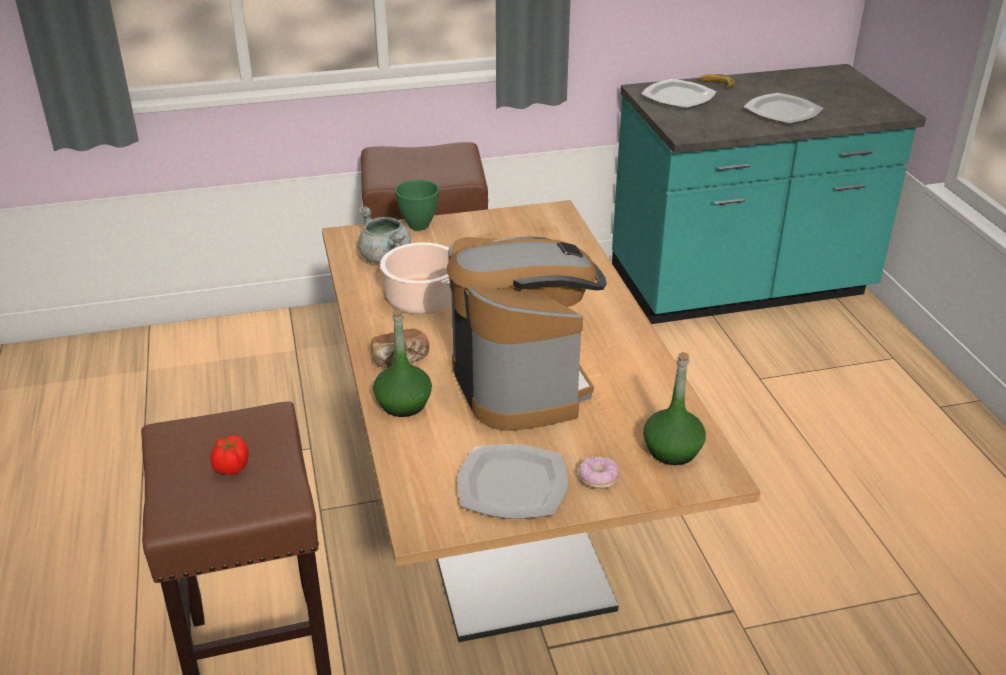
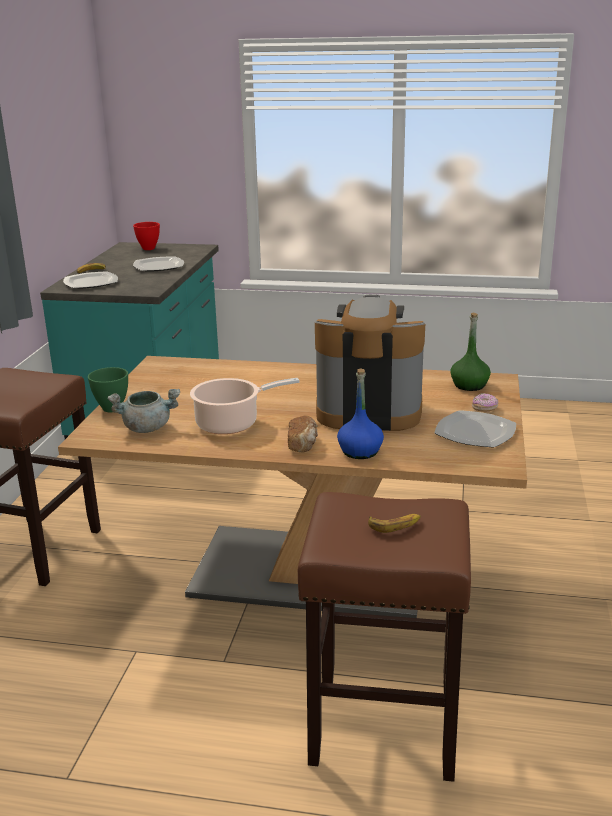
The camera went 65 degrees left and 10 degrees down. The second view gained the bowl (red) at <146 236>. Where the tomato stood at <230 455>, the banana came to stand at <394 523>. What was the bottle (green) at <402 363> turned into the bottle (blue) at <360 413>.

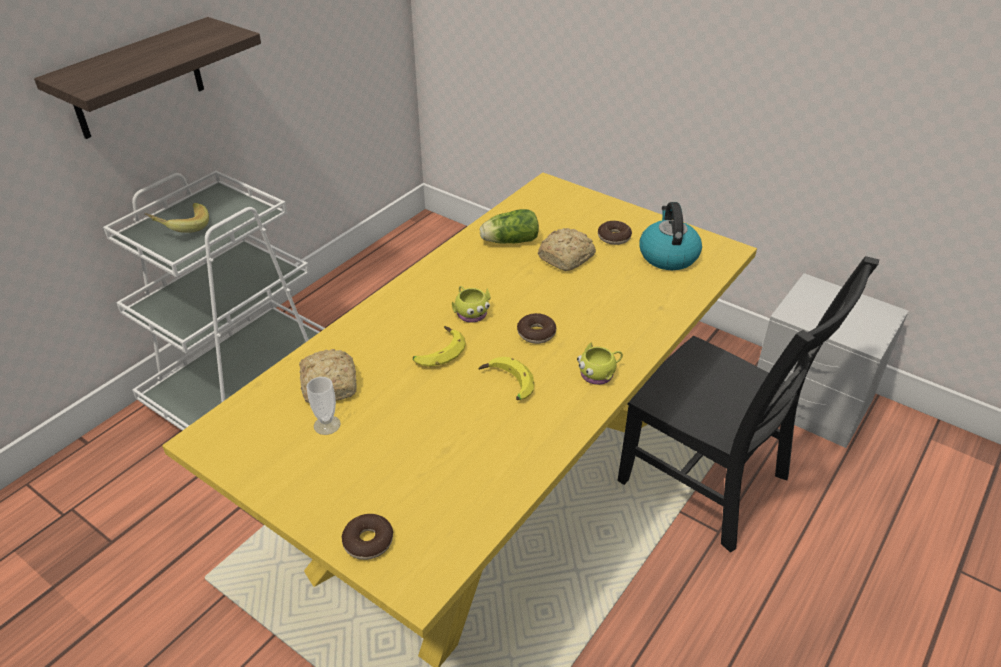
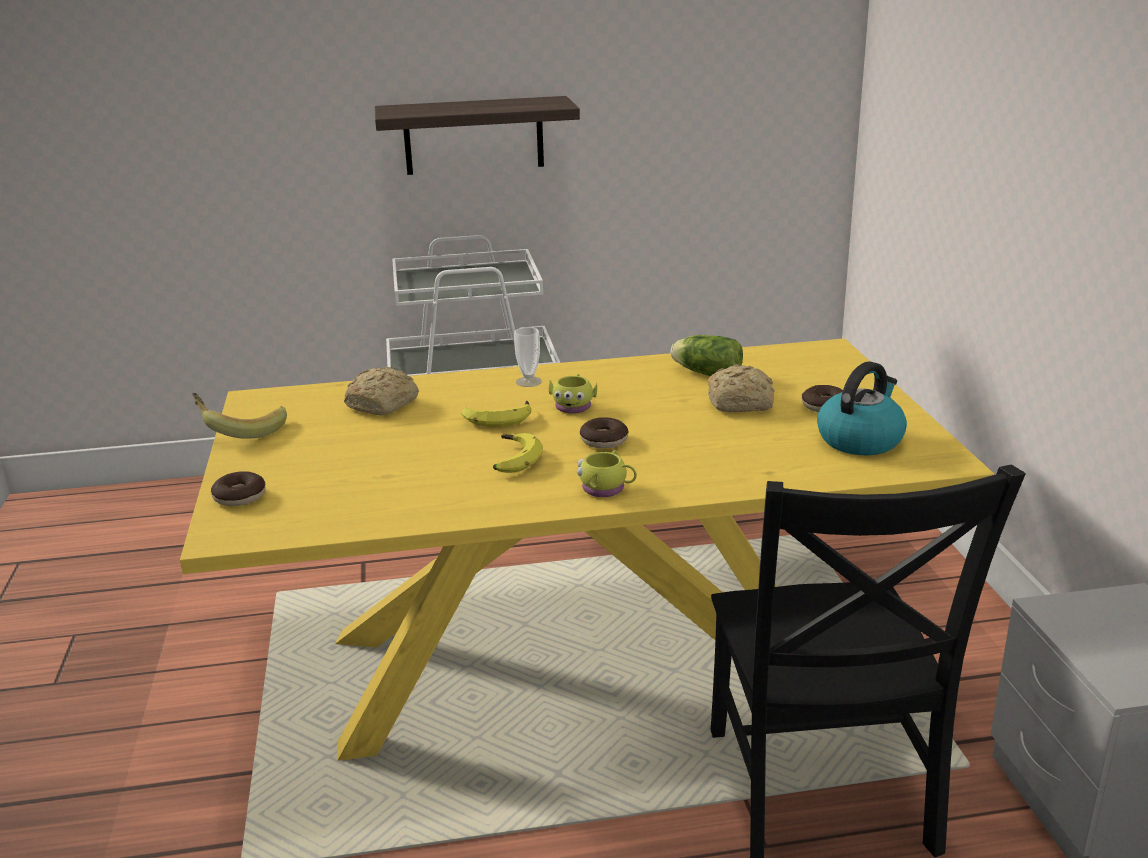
The camera went 45 degrees right and 15 degrees down. The banana ended up elsewhere, having gone from <176 218> to <239 416>. The cup ended up elsewhere, having gone from <323 406> to <528 357>.

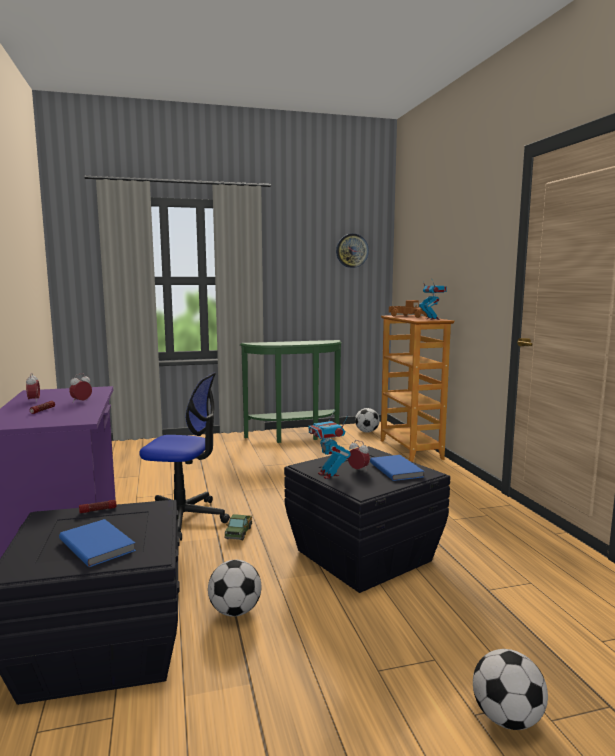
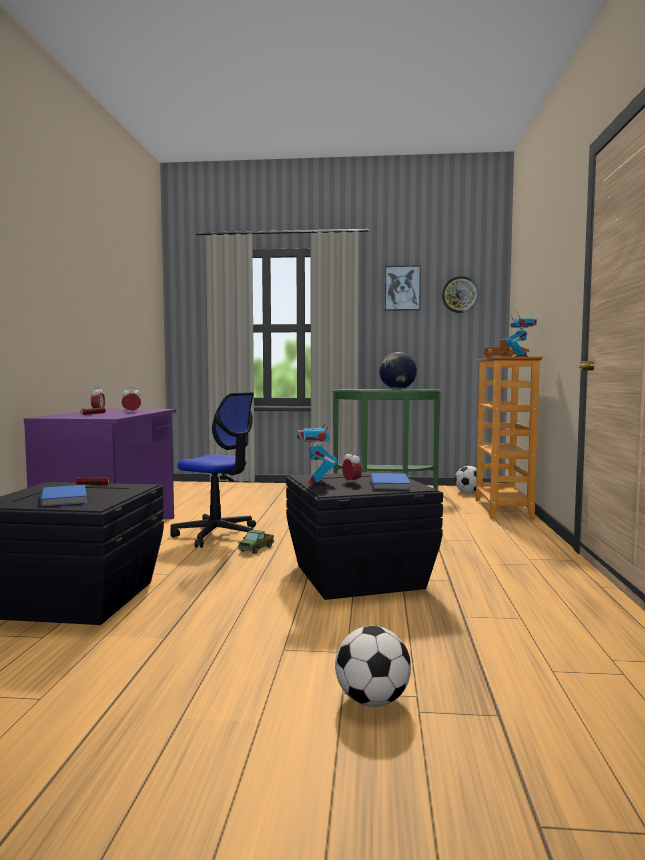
The camera went 20 degrees right and 5 degrees down. The second view lost the football at <234 588>. The second view gained the globe at <398 371>. The second view gained the picture at <403 288>.

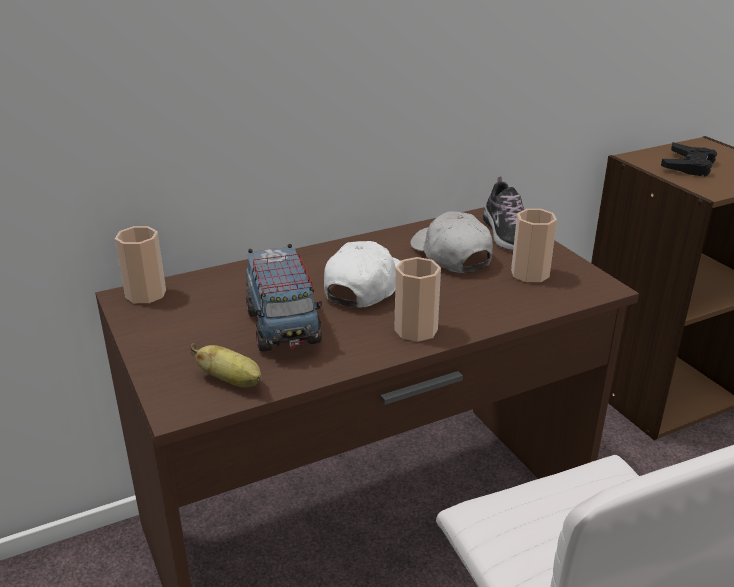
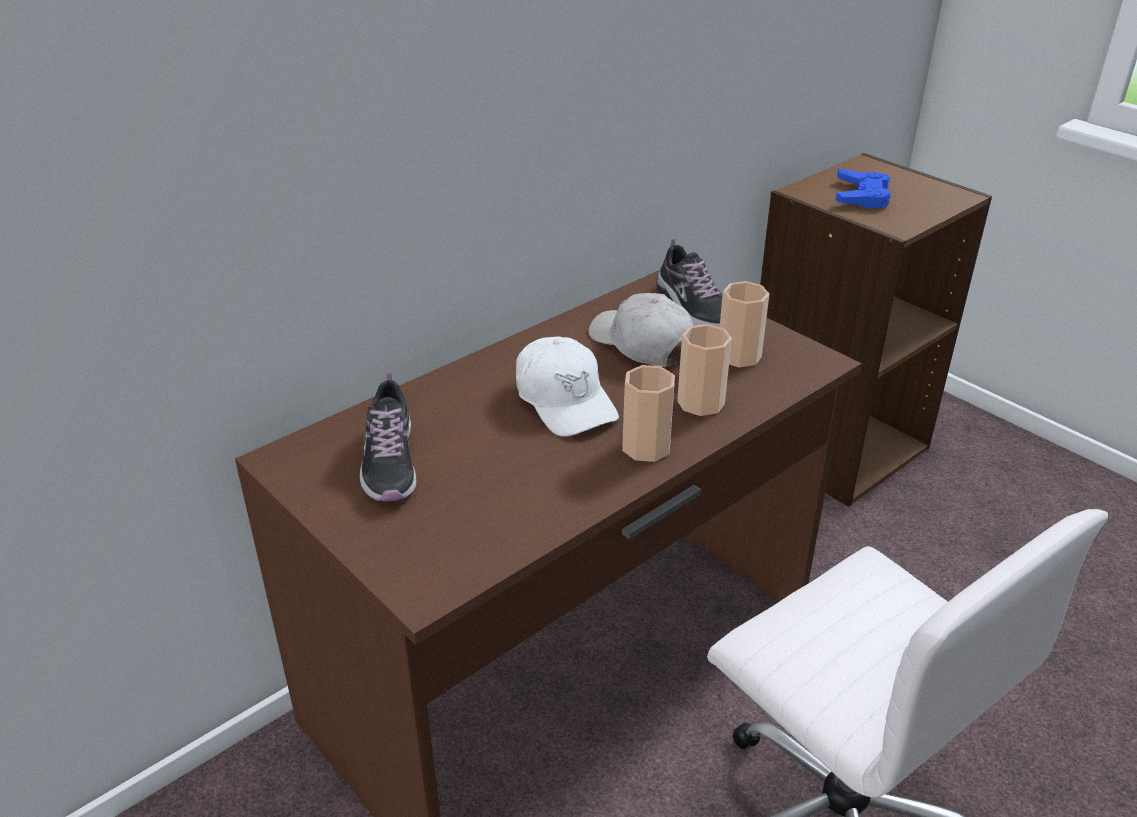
The camera went 15 degrees left and 5 degrees up. The second view lost the banana at <226 365>. The second view lost the toy truck at <284 298>. The second view gained the shoe at <388 437>. The cup ended up elsewhere, having gone from <140 265> to <704 370>. What was the game controller (black) at <689 159> turned into the game controller (blue) at <863 188>. The cap (white) at <362 274> ended up facing another way, 135 degrees clockwise from before.

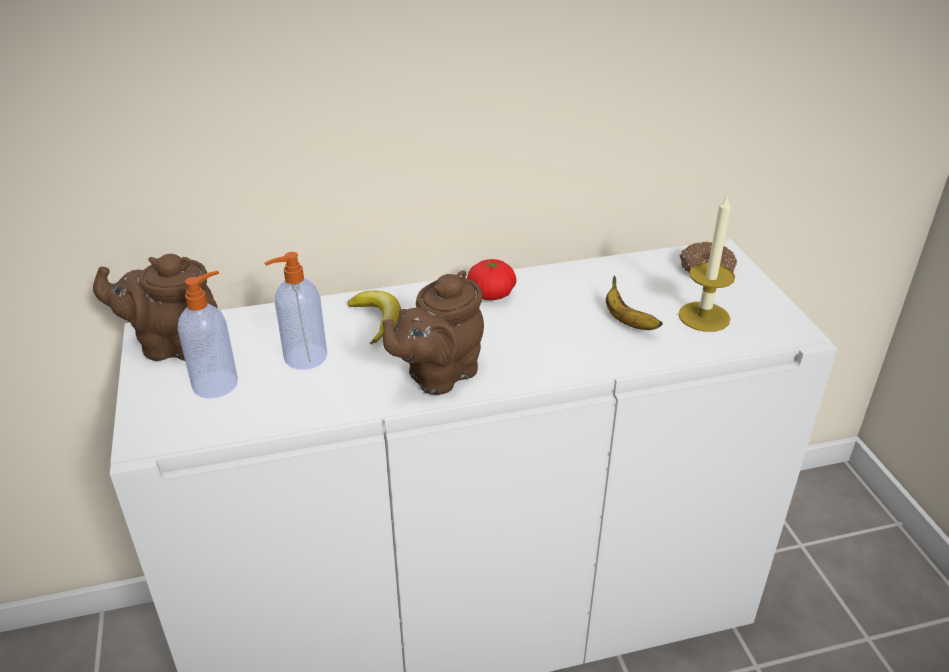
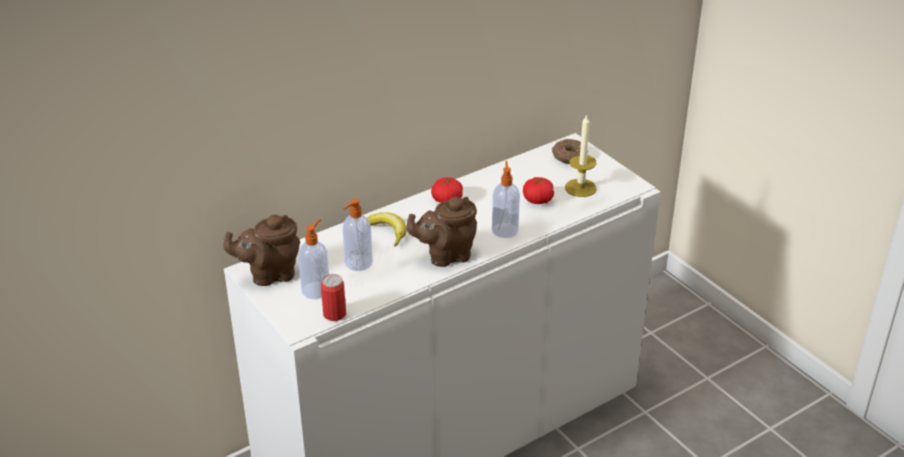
The camera went 20 degrees left and 0 degrees up. The second view gained the can at <333 297>. The second view gained the soap dispenser at <506 199>. Where the banana stood at <634 303>, the tomato came to stand at <538 190>. The teapot (brown) at <433 332> ended up facing another way, 45 degrees clockwise from before.

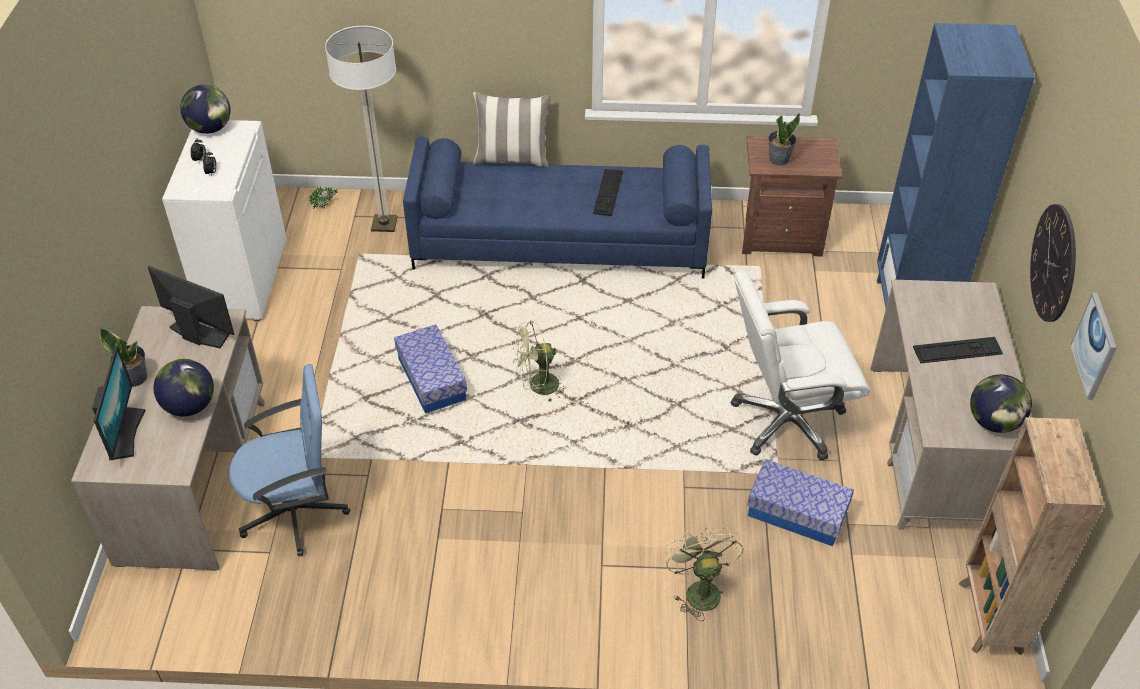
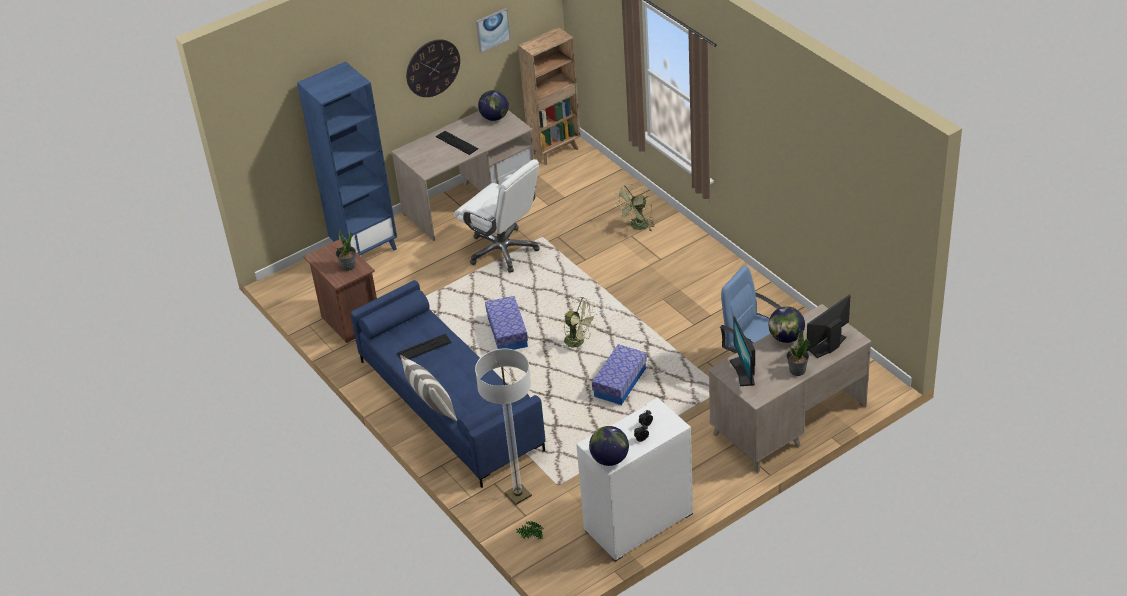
The camera went 125 degrees left and 5 degrees down. The storage box ended up elsewhere, having gone from <800 502> to <506 323>.

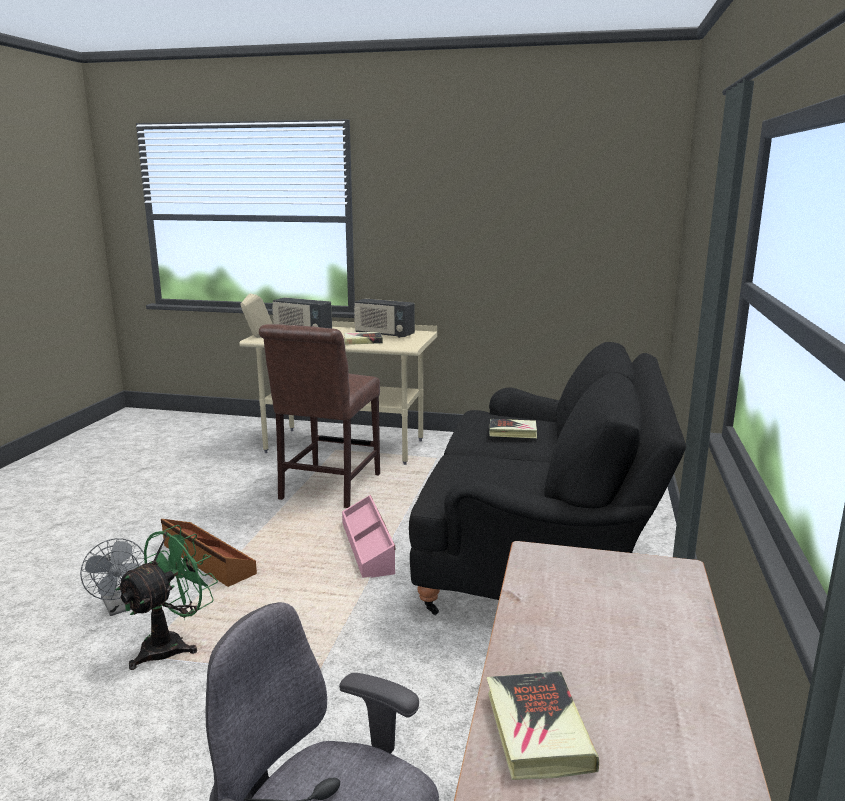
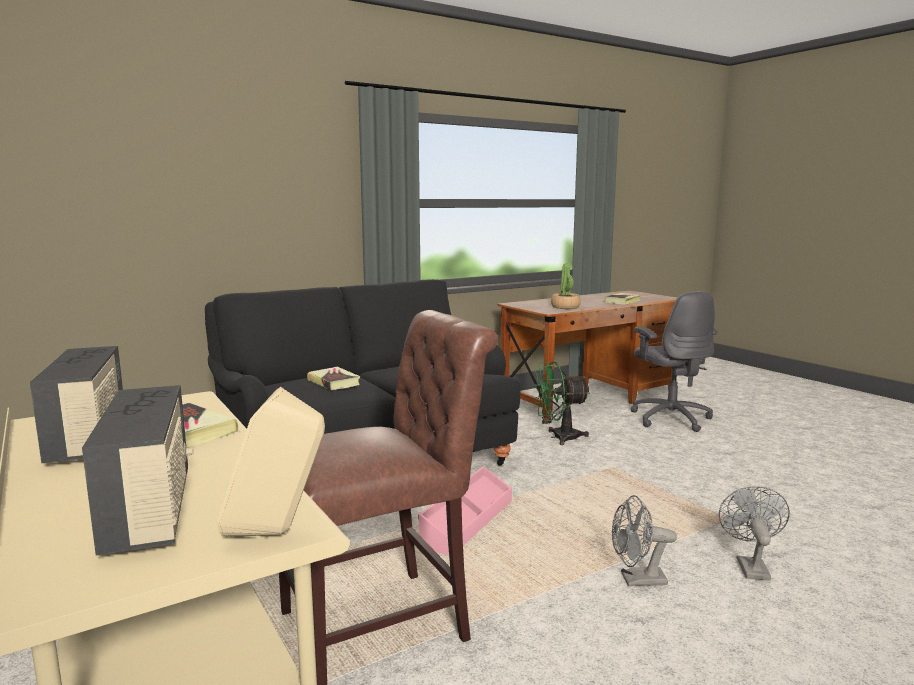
The camera went 135 degrees left and 5 degrees down. The second view gained the potted plant at <566 286>. The fan (green) ended up elsewhere, having gone from <167 597> to <562 403>. Where the storage box (brown) stood at <209 553>, the fan (grey) came to stand at <644 540>.

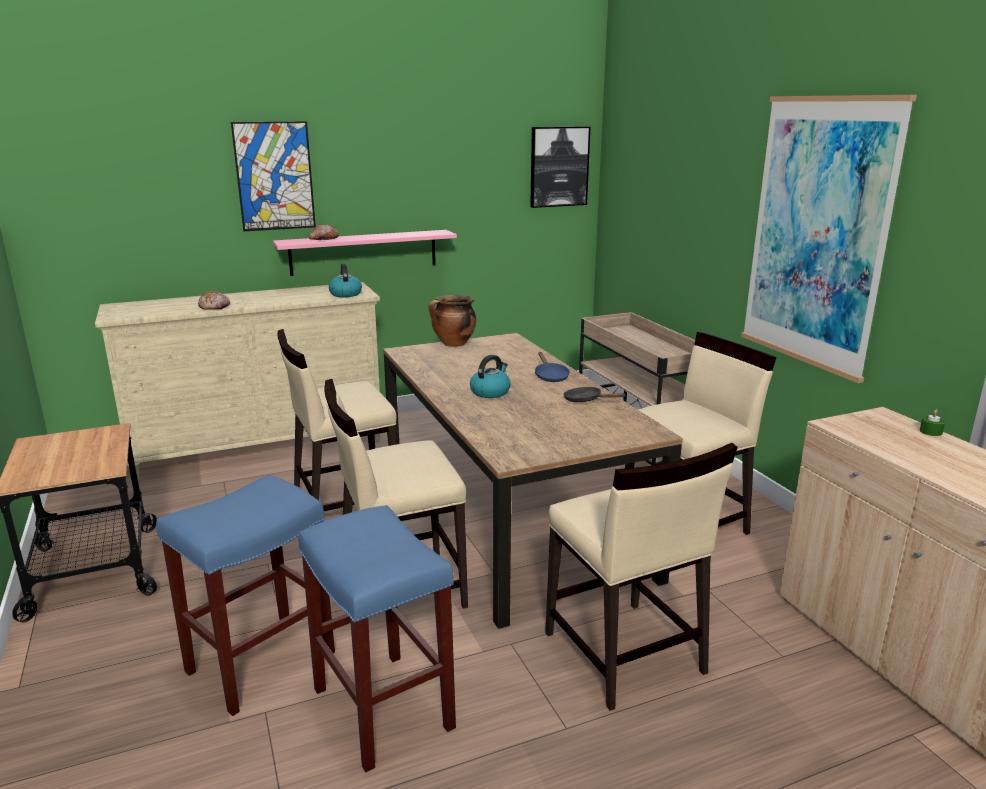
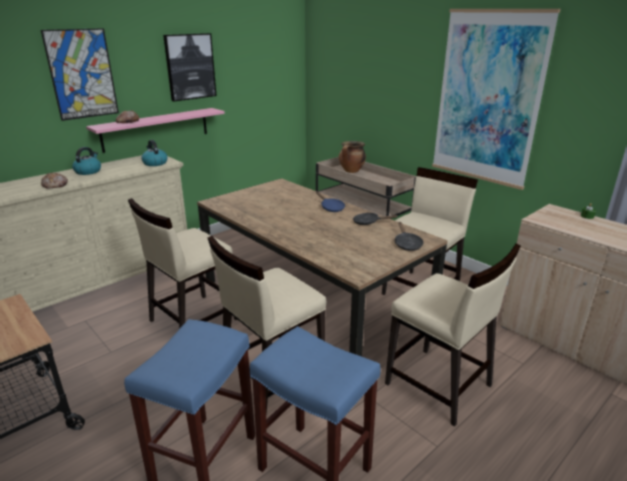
The camera went 20 degrees left and 5 degrees up. The second view gained the frying pan (black) at <409 236>. The cooking pot ended up elsewhere, having gone from <452 321> to <352 157>. The kettle ended up elsewhere, having gone from <490 376> to <86 161>. The picture ended up elsewhere, having gone from <560 167> to <189 67>.

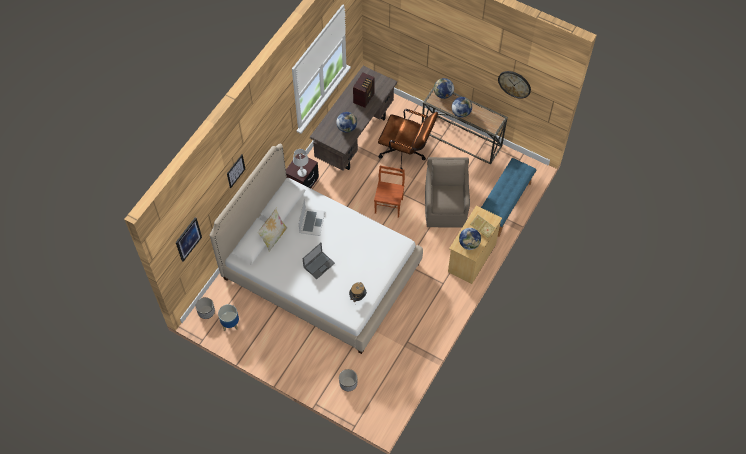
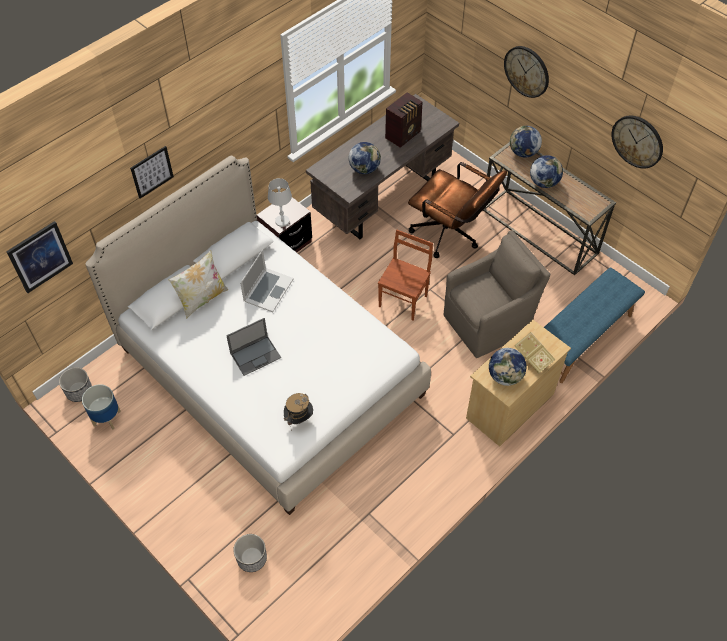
The camera went 15 degrees right and 5 degrees down. The second view gained the wall clock at <526 72>. The armchair (brown) at <447 192> ended up facing another way, 45 degrees clockwise from before.

